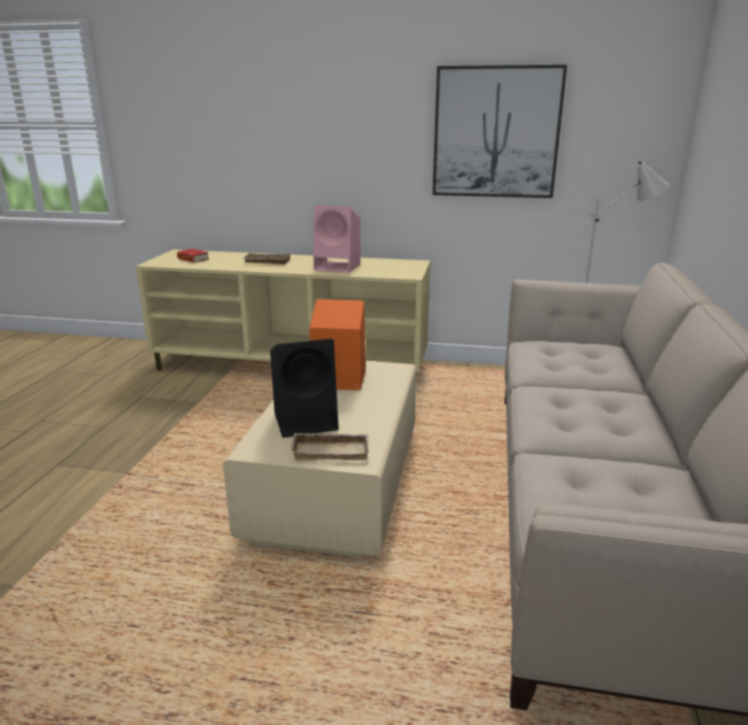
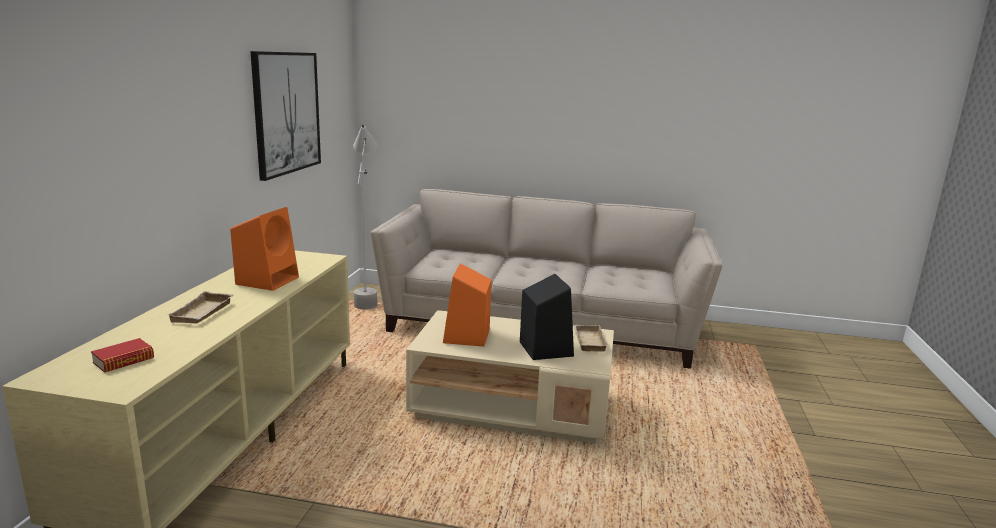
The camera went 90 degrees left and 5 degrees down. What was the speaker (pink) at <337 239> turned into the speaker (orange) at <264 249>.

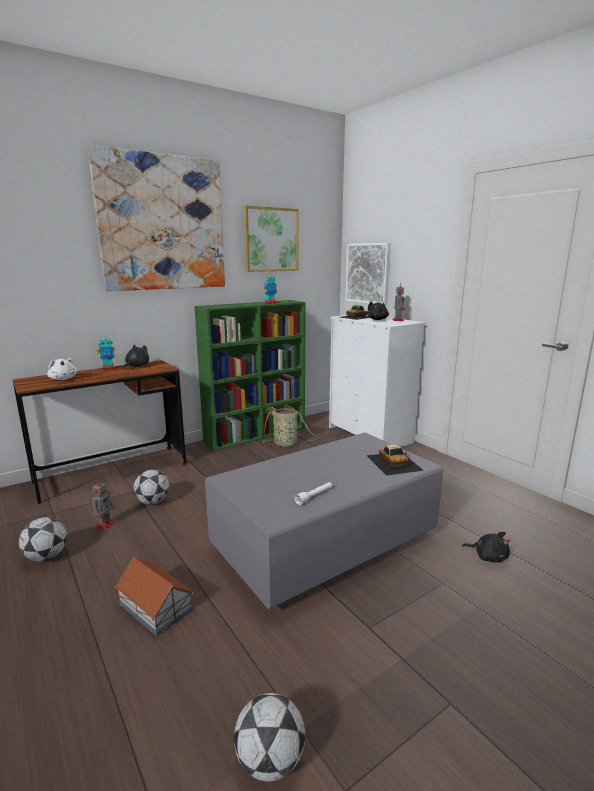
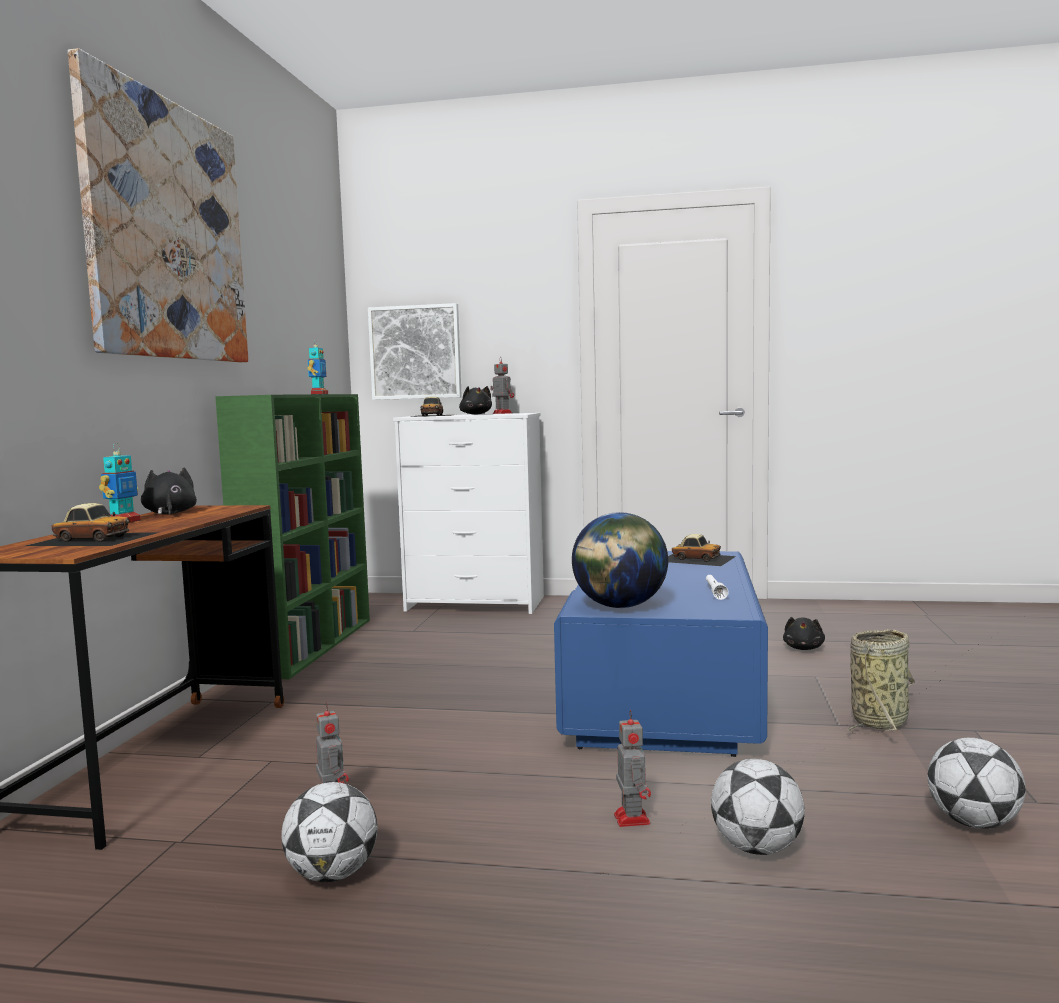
The camera went 45 degrees left and 10 degrees down. The second view lost the picture at <271 238>. The second view gained the globe at <620 560>. The football ended up elsewhere, having gone from <152 487> to <758 807>. The basket ended up elsewhere, having gone from <290 427> to <881 681>. Where the plush toy (white) stood at <62 369>, the toy car came to stand at <91 524>. Where the toy house stood at <154 596>, the toy robot came to stand at <632 768>. What was the coffee table (grey) at <324 521> turned into the coffee table (blue) at <661 654>. The plush toy (black) at <486 547> ended up facing another way, 120 degrees clockwise from before.

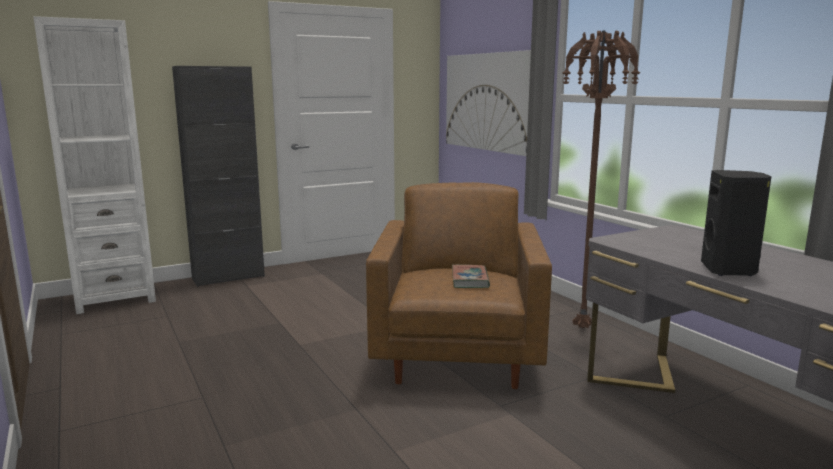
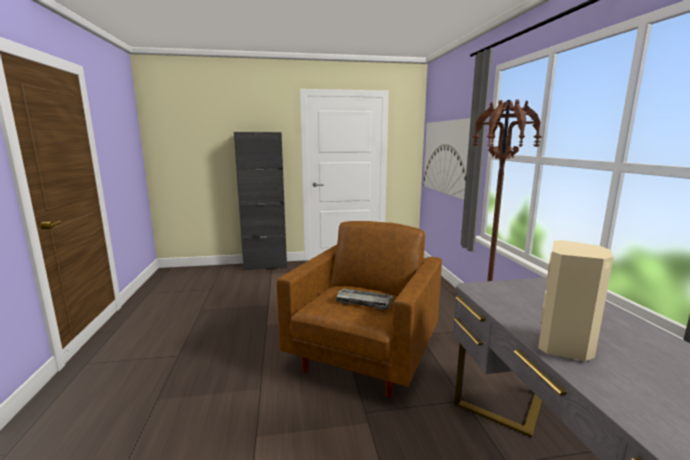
The camera went 20 degrees right and 0 degrees up. The second view lost the bookcase (white) at <94 165>. Where the book stood at <471 276>, the keyboard came to stand at <365 299>. What was the speaker (black) at <736 223> turned into the speaker (beige) at <576 300>.

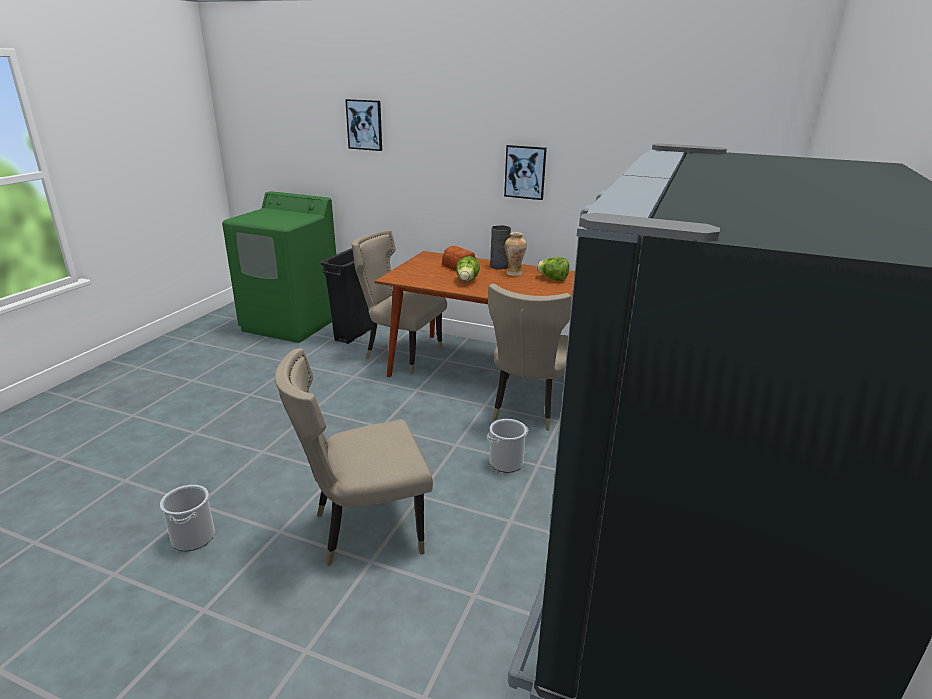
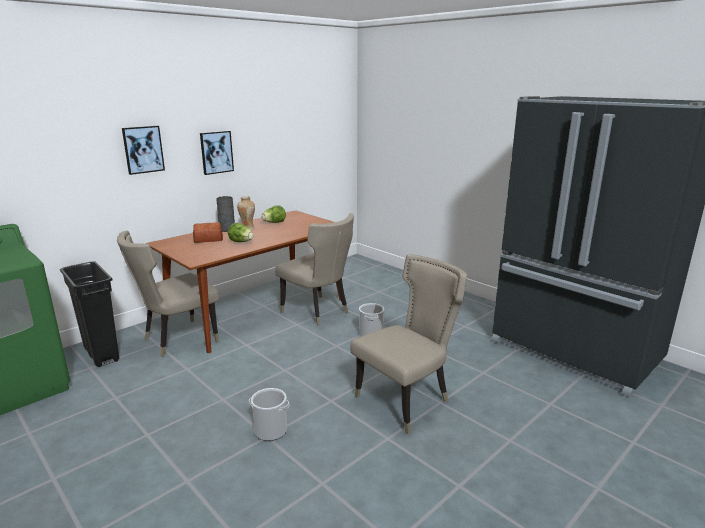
The camera went 65 degrees left and 5 degrees down. The bucket ended up elsewhere, having gone from <187 518> to <269 414>. The picture ended up elsewhere, having gone from <363 125> to <143 150>. The chair (beige) at <354 457> ended up facing another way, 135 degrees counterclockwise from before.

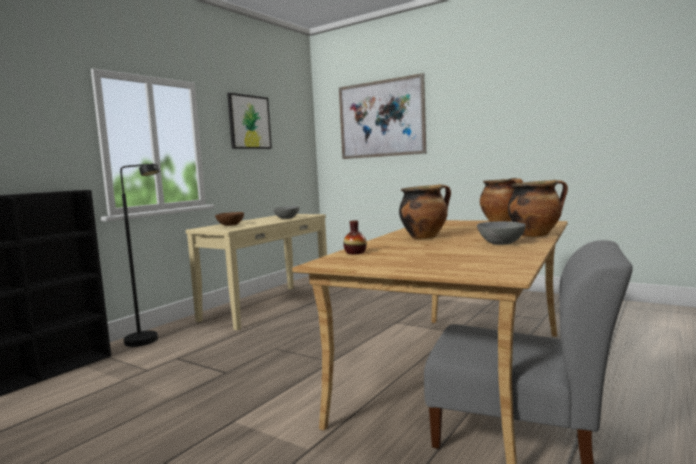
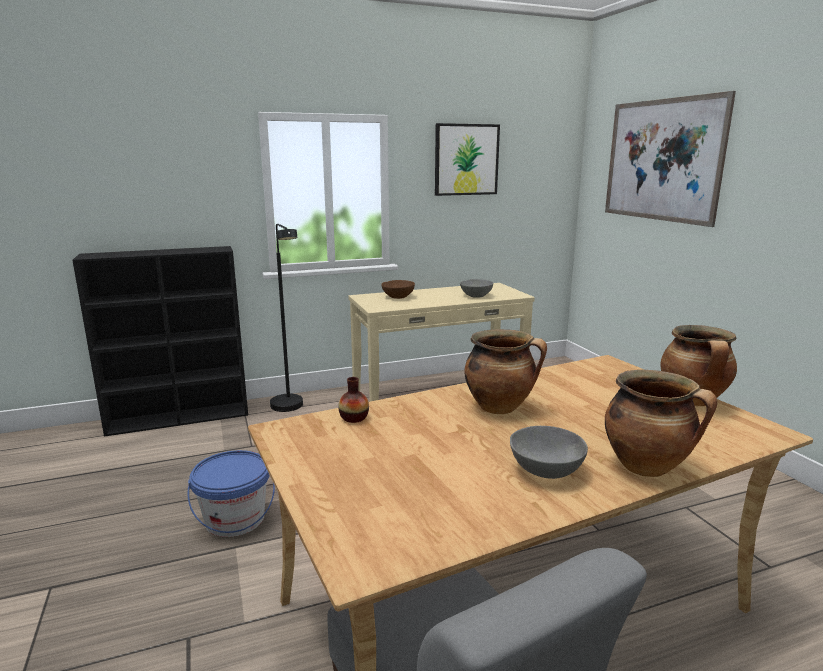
The camera went 35 degrees right and 10 degrees up. The second view gained the bucket (blue) at <231 493>.

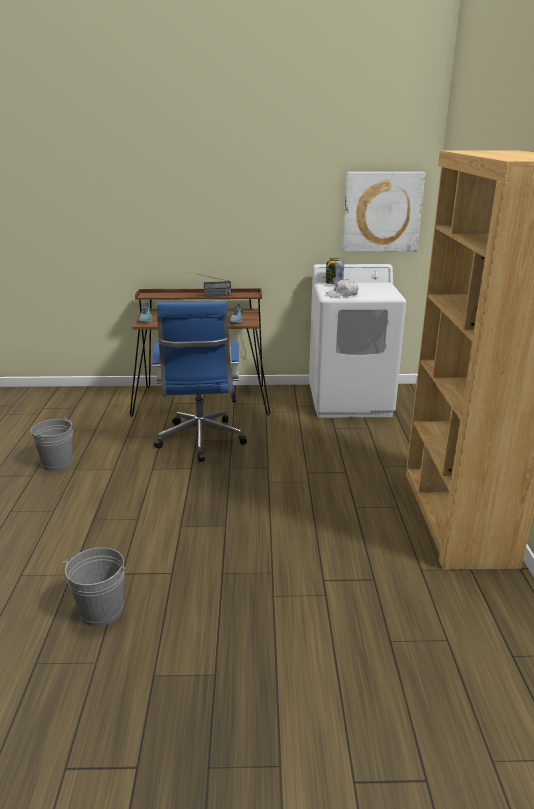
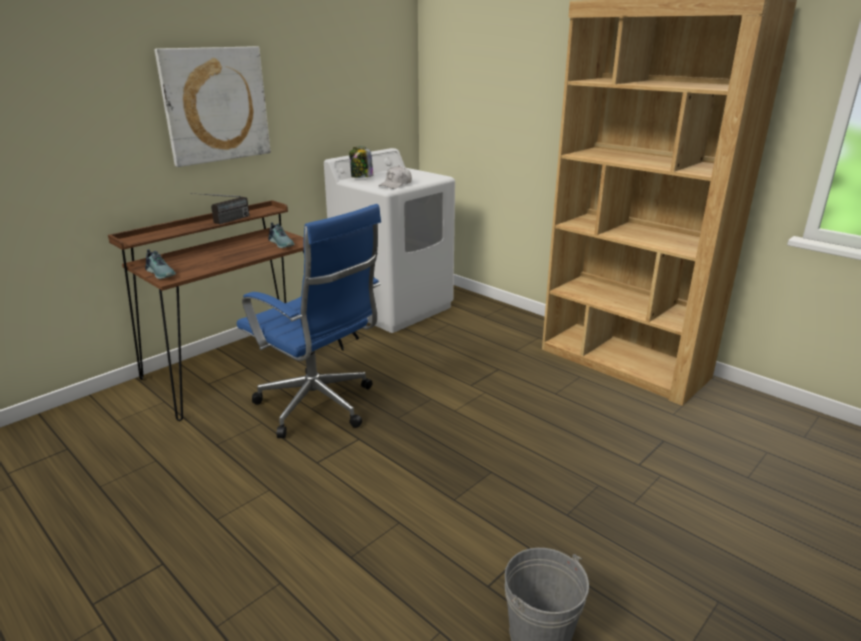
The camera went 45 degrees left and 0 degrees up. The second view lost the bucket (grey) at <52 443>. The picture ended up elsewhere, having gone from <383 212> to <212 106>.

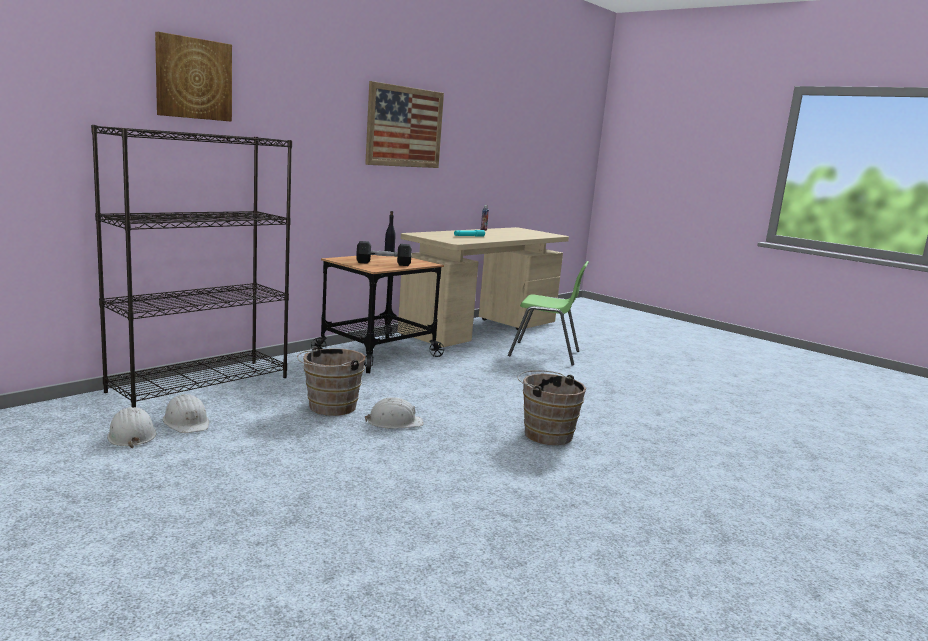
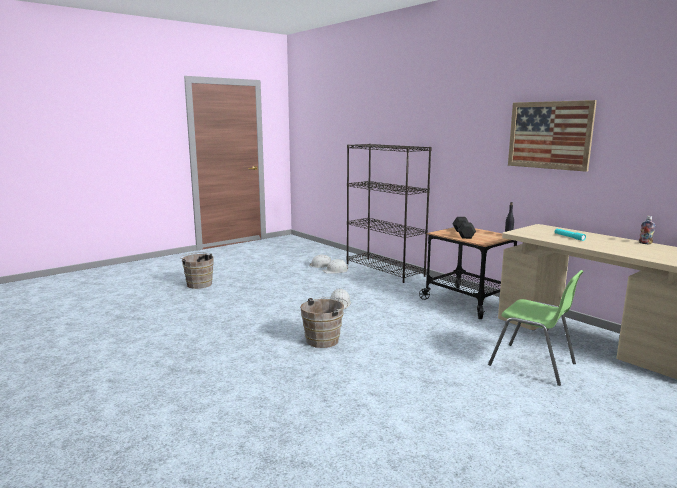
The camera went 100 degrees right and 0 degrees up. The second view lost the picture at <193 77>. The bucket (brown) ended up elsewhere, having gone from <331 381> to <197 271>. The chair (green) at <548 313> ended up facing another way, 75 degrees counterclockwise from before.

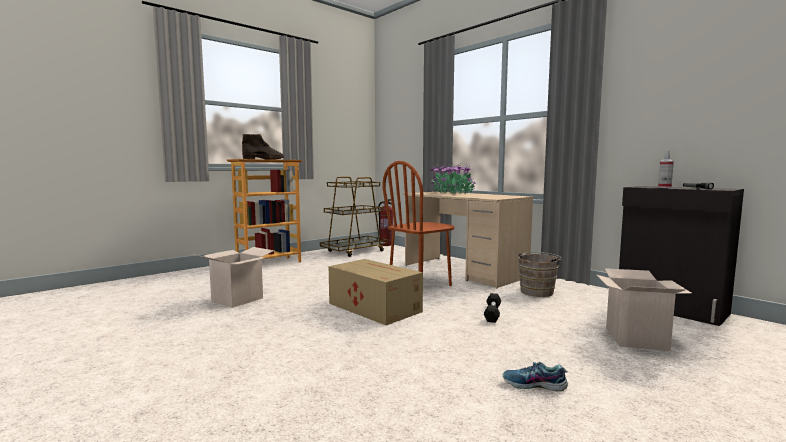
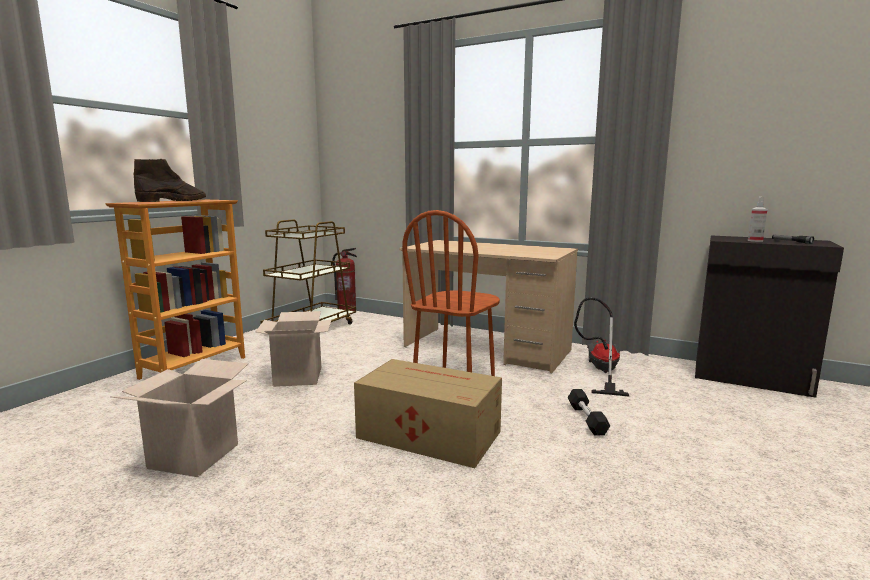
The camera went 20 degrees left and 5 degrees up. The second view lost the potted plant at <453 178>. The second view lost the shoe at <535 376>. The cardboard box ended up elsewhere, having gone from <644 309> to <293 349>. Where the bucket (brown) stood at <540 274>, the vacuum cleaner came to stand at <602 347>.

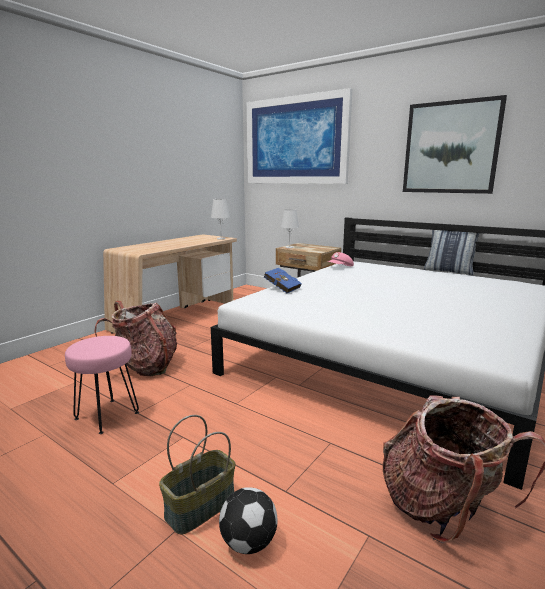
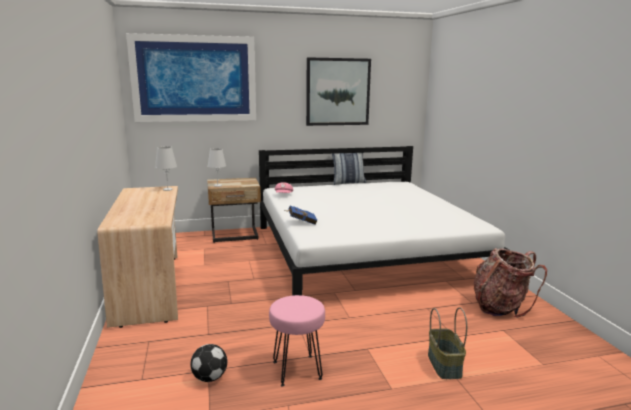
The camera went 50 degrees left and 0 degrees up. The second view lost the backpack at <135 338>. The football ended up elsewhere, having gone from <248 520> to <208 363>.

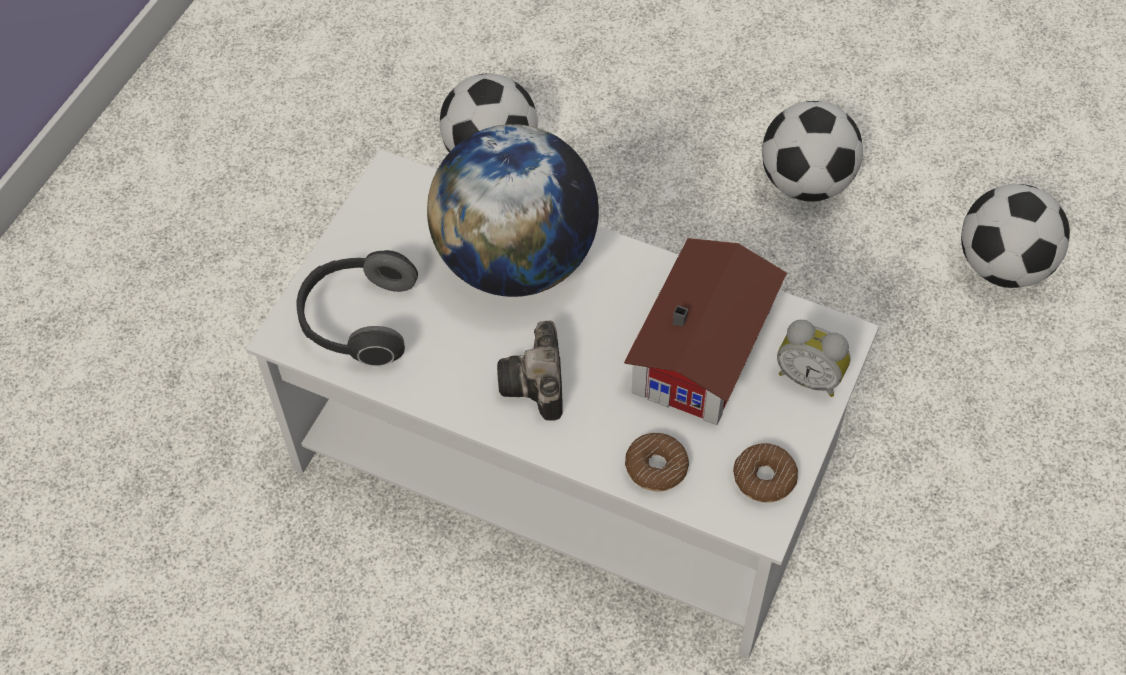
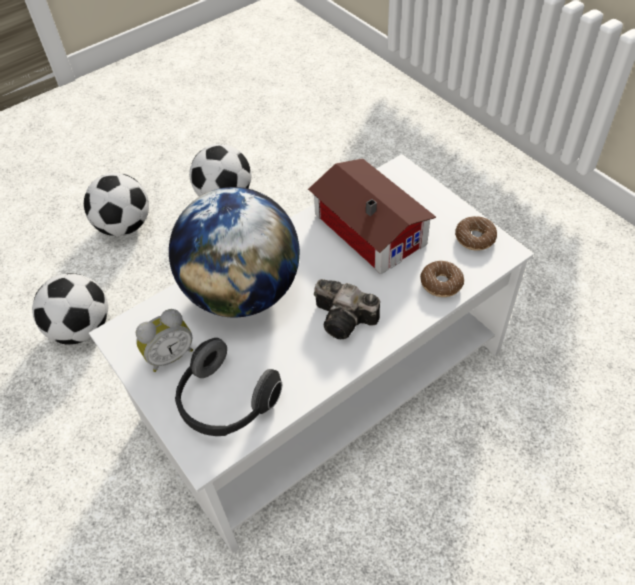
The camera went 60 degrees left and 5 degrees down. The alarm clock ended up elsewhere, having gone from <814 358> to <164 340>. The football ended up elsewhere, having gone from <1015 236> to <116 204>.

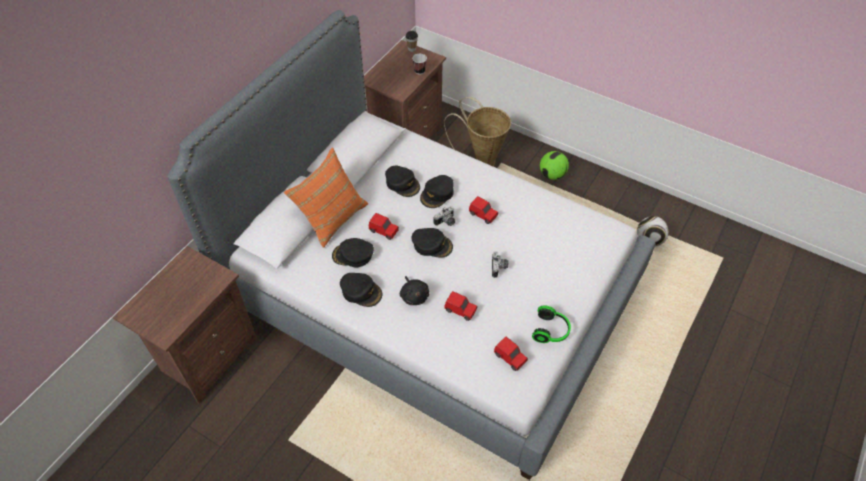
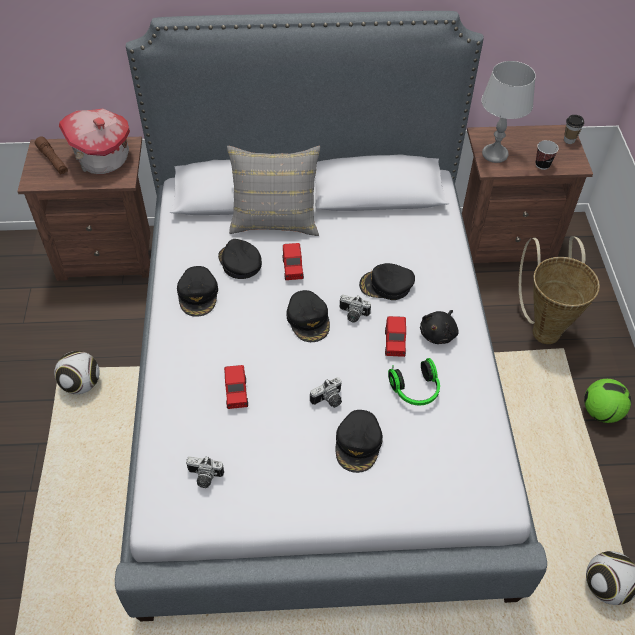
The camera went 55 degrees right and 0 degrees up. The second view gained the flashlight (brown) at <51 155>. The second view gained the football at <77 372>. The second view gained the toy house at <94 141>. The second view gained the table lamp (grey) at <508 112>. The cap (black) ended up elsewhere, having gone from <402 181> to <359 441>. The plush toy (black) ended up elsewhere, having gone from <414 290> to <439 327>. The headphones ended up elsewhere, having gone from <551 324> to <414 381>. Where the toy car (red) stood at <511 354>, the photo camera came to stand at <205 472>. What was the pillow (orange) at <326 197> turned into the pillow (grey) at <273 191>.

